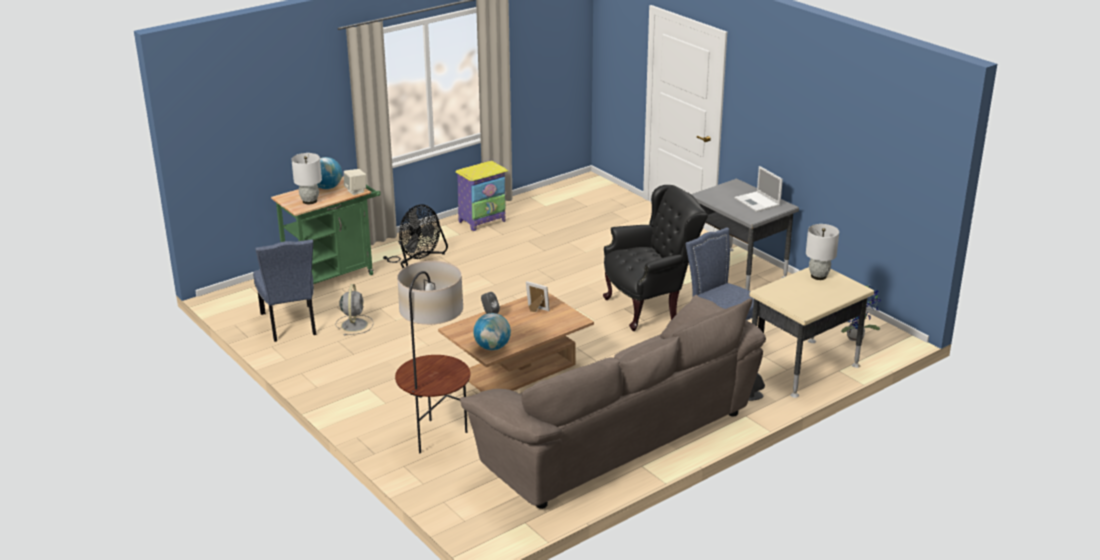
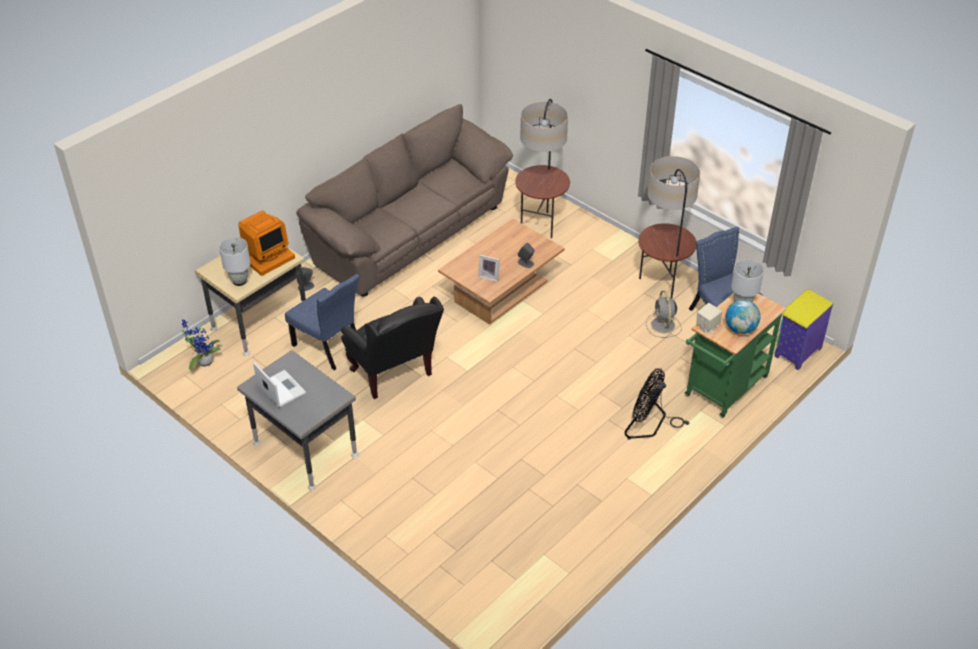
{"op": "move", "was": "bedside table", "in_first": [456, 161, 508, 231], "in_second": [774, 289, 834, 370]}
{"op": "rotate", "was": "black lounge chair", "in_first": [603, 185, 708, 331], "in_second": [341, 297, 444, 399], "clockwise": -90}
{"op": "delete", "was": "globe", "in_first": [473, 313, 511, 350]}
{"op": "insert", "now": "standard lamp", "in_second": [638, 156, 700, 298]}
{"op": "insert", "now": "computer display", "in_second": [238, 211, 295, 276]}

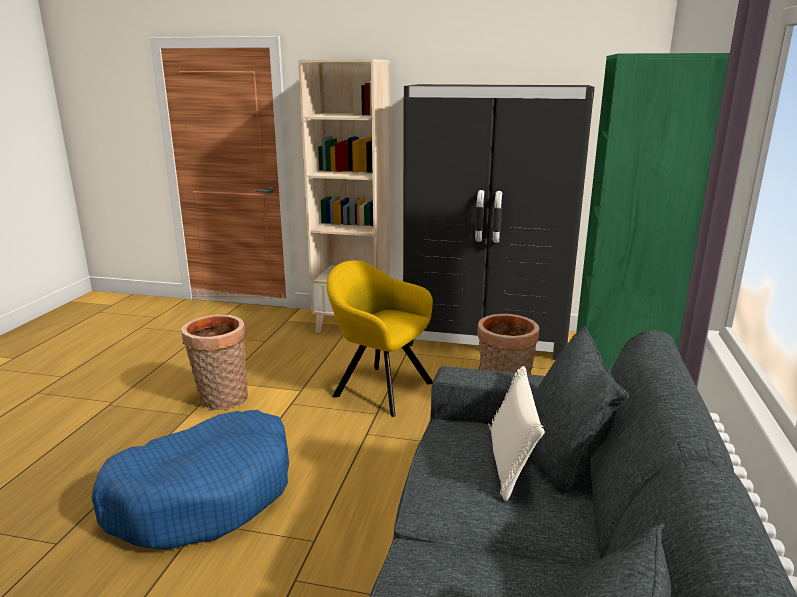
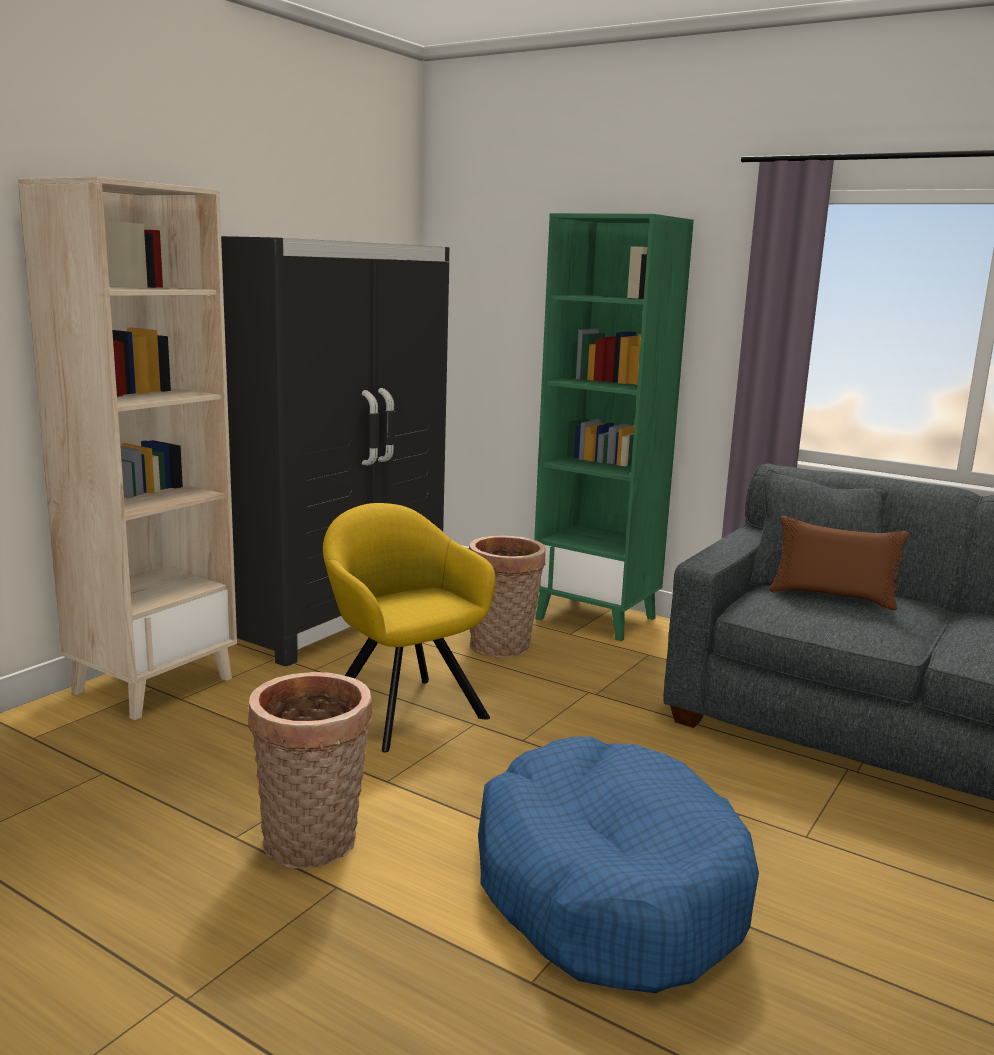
{"op": "rotate", "was": "yellow-coloured lounge chair", "in_first": [326, 261, 433, 417], "in_second": [323, 503, 496, 752], "clockwise": 90}
{"op": "recolor", "was": "white-coloured throw pillow", "now": "brown-coloured throw pillow", "in_first": [488, 366, 545, 501], "in_second": [769, 516, 909, 610]}

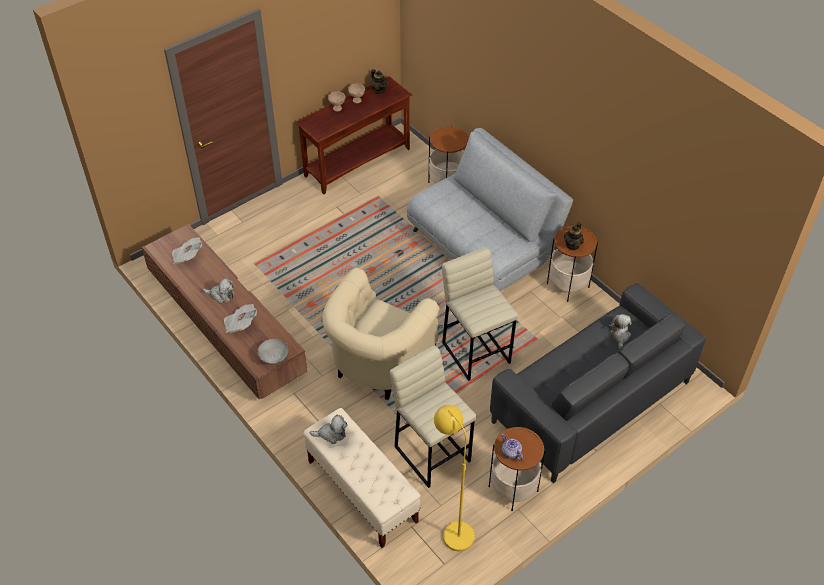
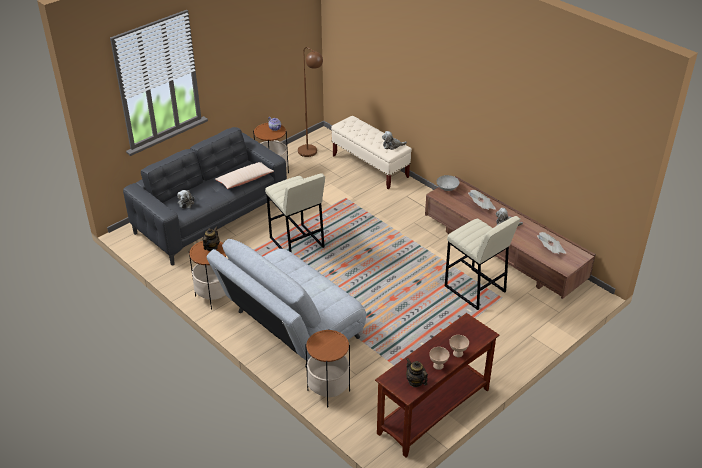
{"op": "delete", "was": "sand-coloured lounge chair", "in_first": [323, 268, 439, 400]}
{"op": "move", "was": "sand-coloured sitting stool", "in_first": [389, 345, 476, 488], "in_second": [445, 216, 521, 310]}
{"op": "recolor", "was": "yellow-coloured standard lamp", "now": "brown-coloured standard lamp", "in_first": [434, 405, 475, 552], "in_second": [298, 47, 323, 157]}
{"op": "insert", "now": "sand-coloured throw pillow", "in_second": [215, 162, 274, 189]}

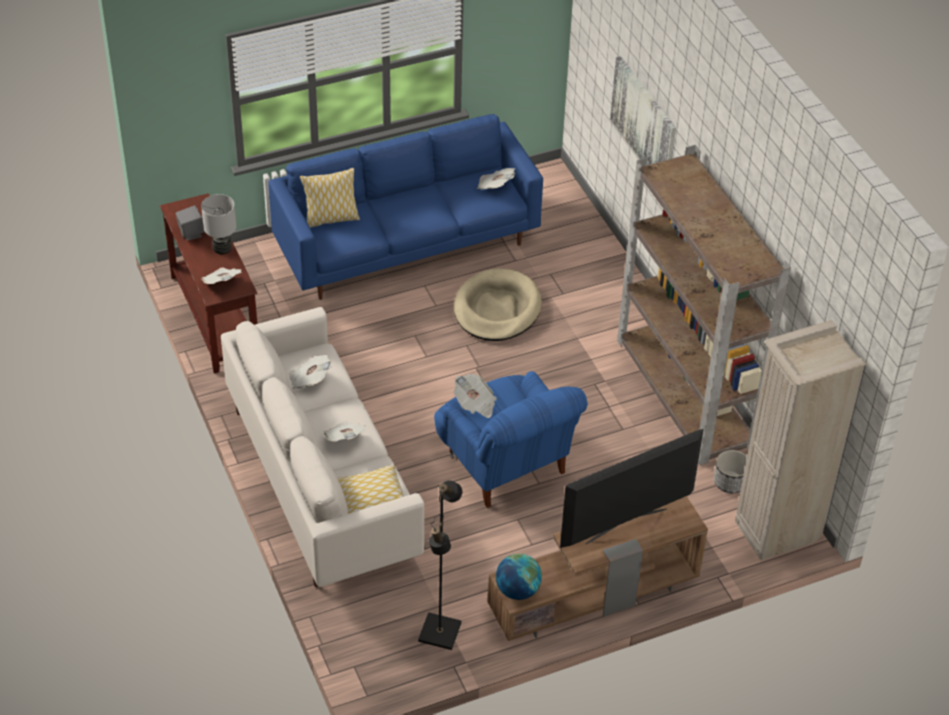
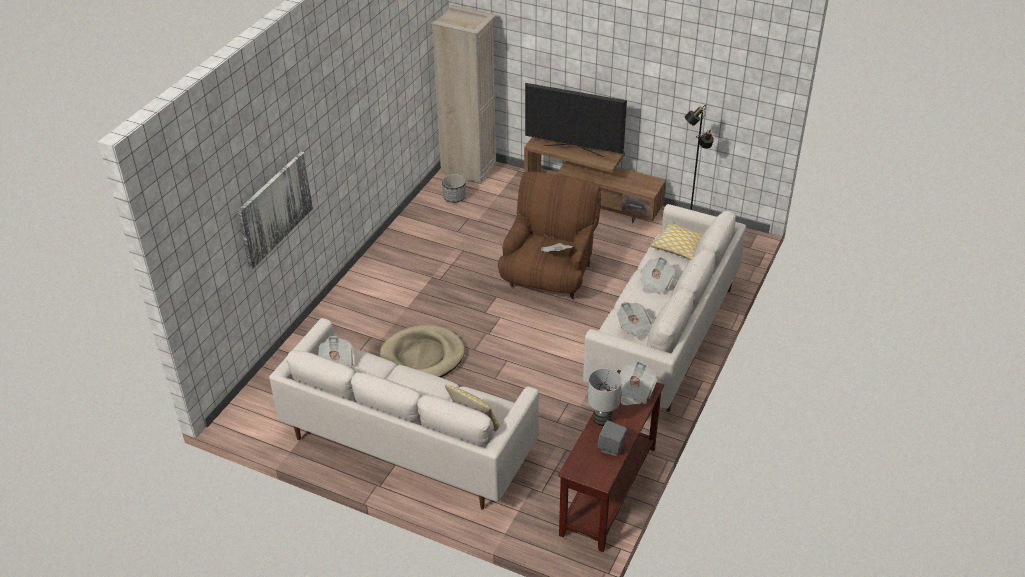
{"op": "recolor", "was": "blue-coloured settee", "now": "white-coloured settee", "in_first": [268, 114, 543, 300], "in_second": [269, 318, 539, 509]}
{"op": "delete", "was": "brown-coloured shelving unit", "in_first": [617, 145, 791, 465]}
{"op": "recolor", "was": "blue-coloured lounge chair", "now": "brown-coloured lounge chair", "in_first": [434, 371, 588, 508], "in_second": [498, 172, 601, 299]}
{"op": "delete", "was": "globe", "in_first": [496, 553, 542, 600]}

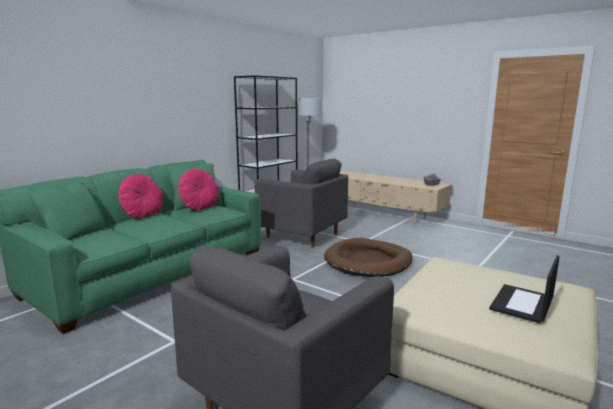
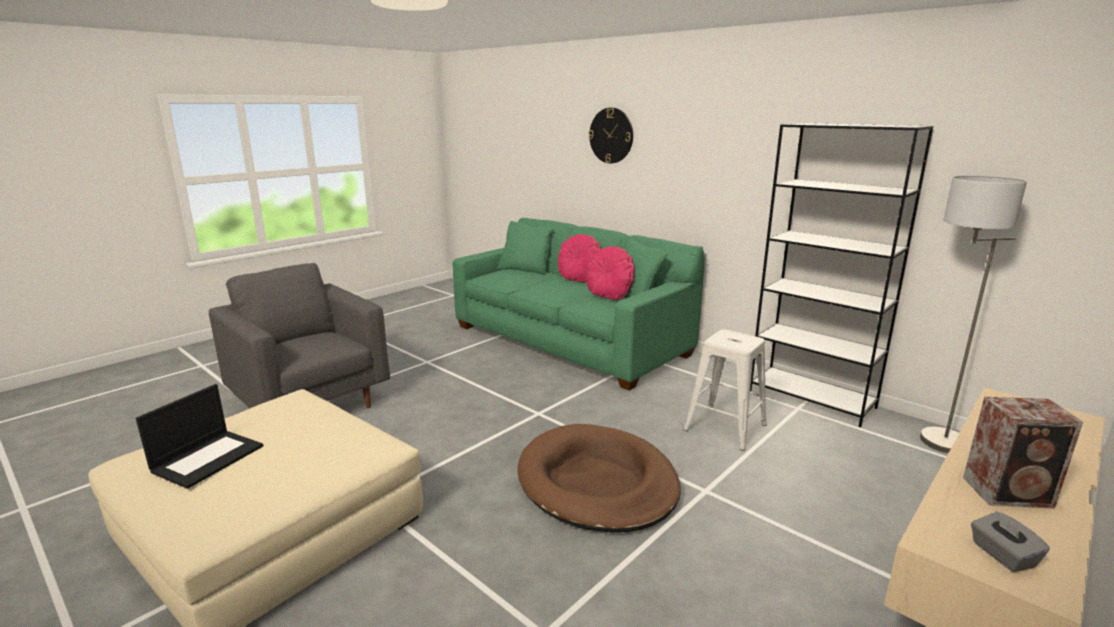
{"op": "replace", "was": "gray lounge chair", "now": "white-coloured sitting stool", "in_first": [255, 159, 348, 248], "in_second": [683, 329, 767, 451]}
{"op": "rotate", "was": "notebook computer", "in_first": [489, 255, 560, 323], "in_second": [136, 384, 263, 489], "clockwise": 75}
{"op": "insert", "now": "hanging clock", "in_second": [589, 108, 633, 163]}
{"op": "insert", "now": "loudspeaker", "in_second": [963, 397, 1083, 508]}

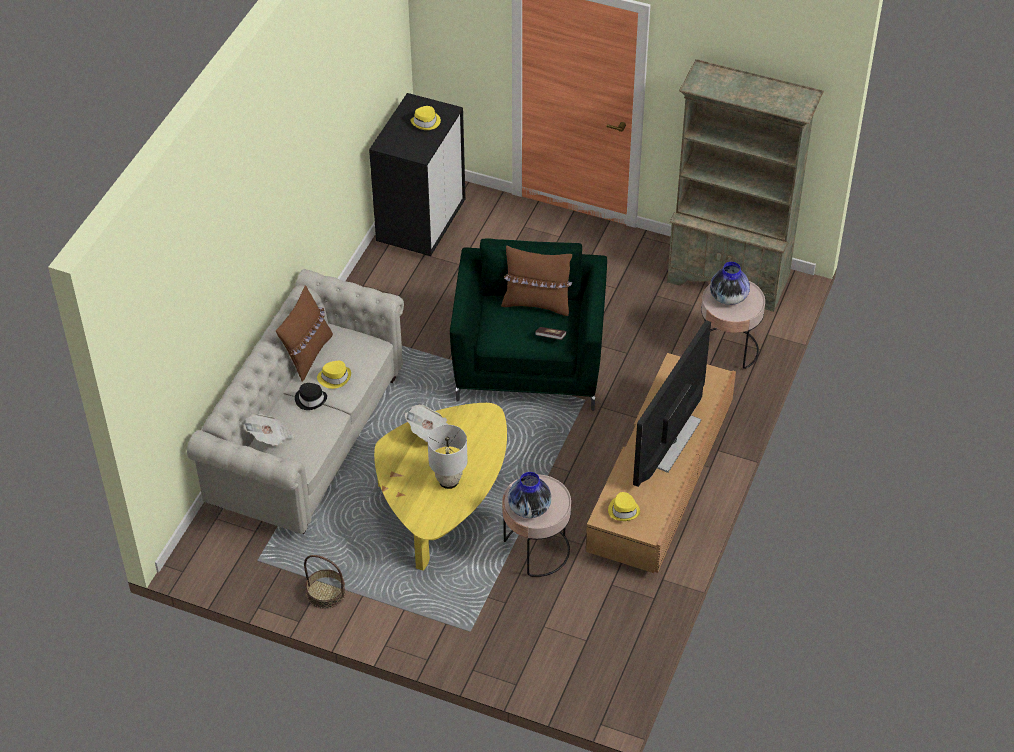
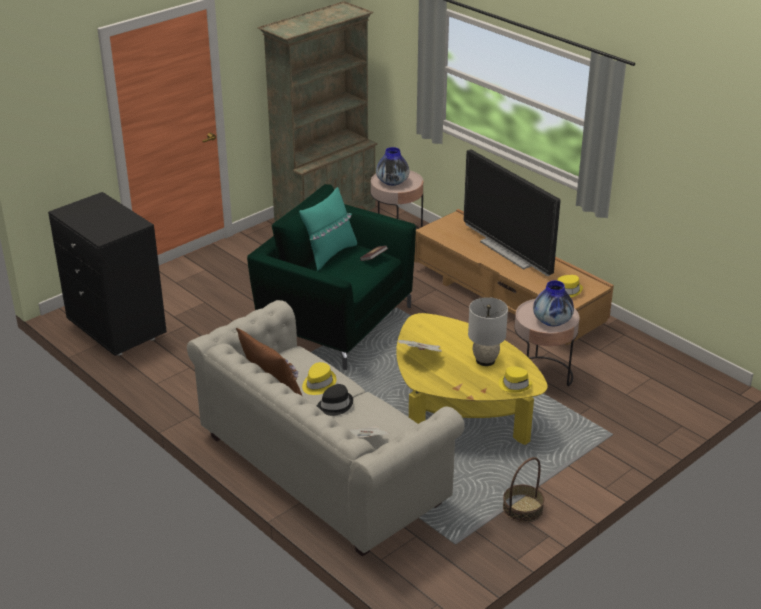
{"op": "move", "was": "yellow-coloured wearable hat", "in_first": [410, 106, 441, 130], "in_second": [499, 366, 532, 393]}
{"op": "recolor", "was": "brown-coloured throw pillow", "now": "turquoise throw pillow", "in_first": [501, 246, 572, 316], "in_second": [299, 187, 357, 271]}

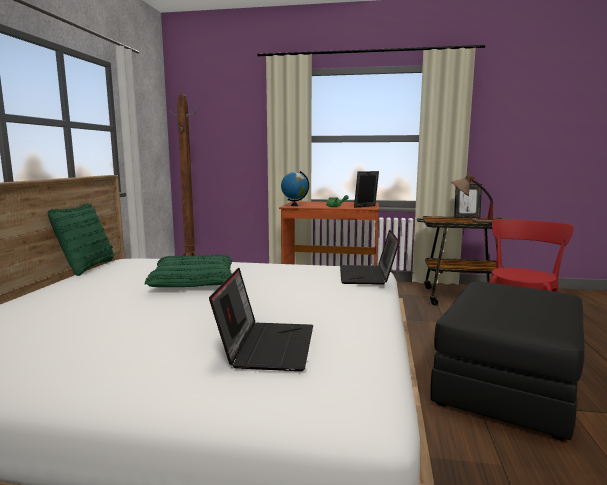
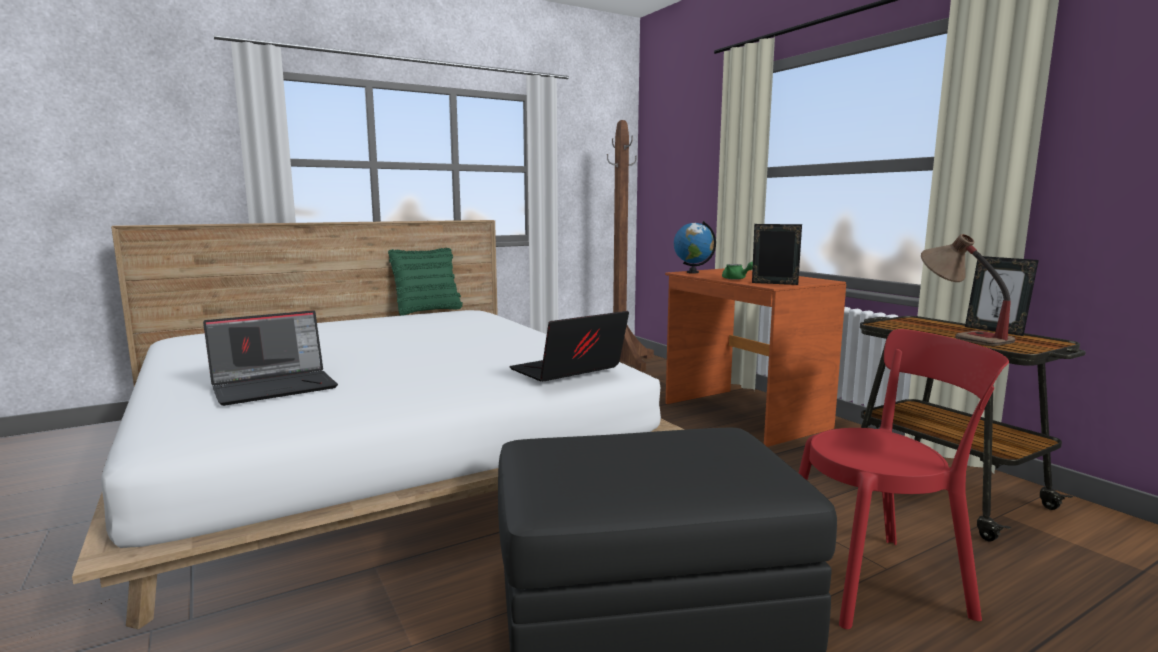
{"op": "delete", "was": "green-coloured throw pillow", "in_first": [144, 254, 232, 287]}

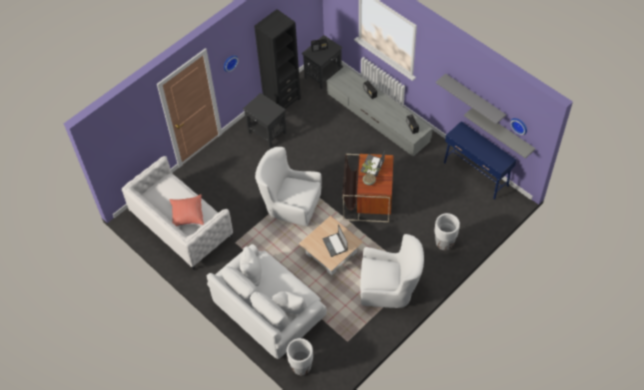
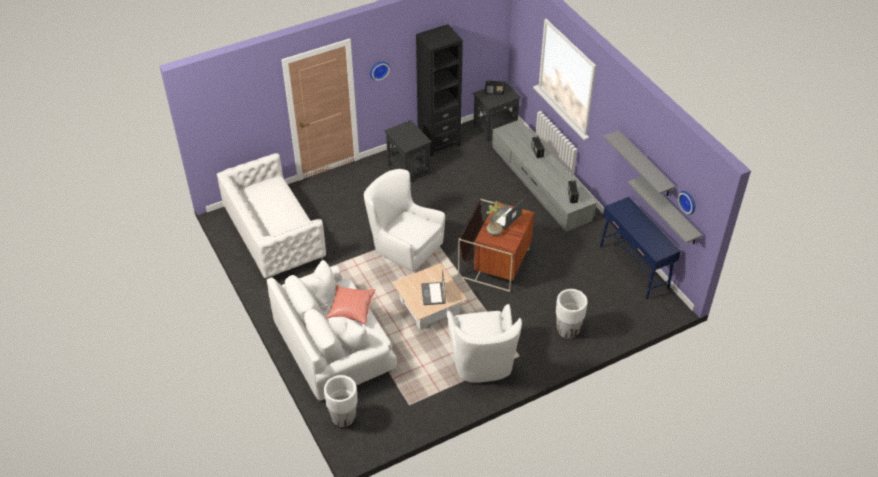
{"op": "move", "was": "red-coloured throw pillow", "in_first": [169, 194, 204, 226], "in_second": [326, 285, 376, 324]}
{"op": "rotate", "was": "white-coloured lounge chair", "in_first": [360, 234, 424, 308], "in_second": [447, 304, 522, 383], "clockwise": 60}

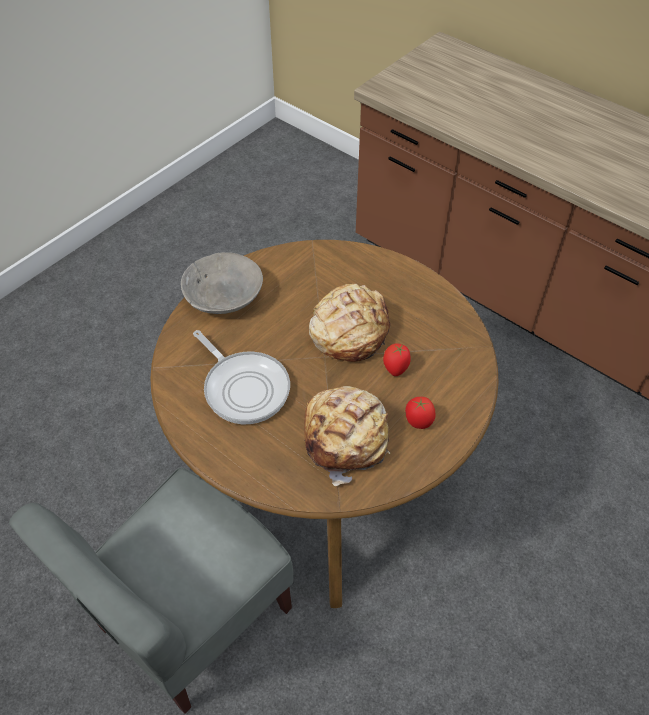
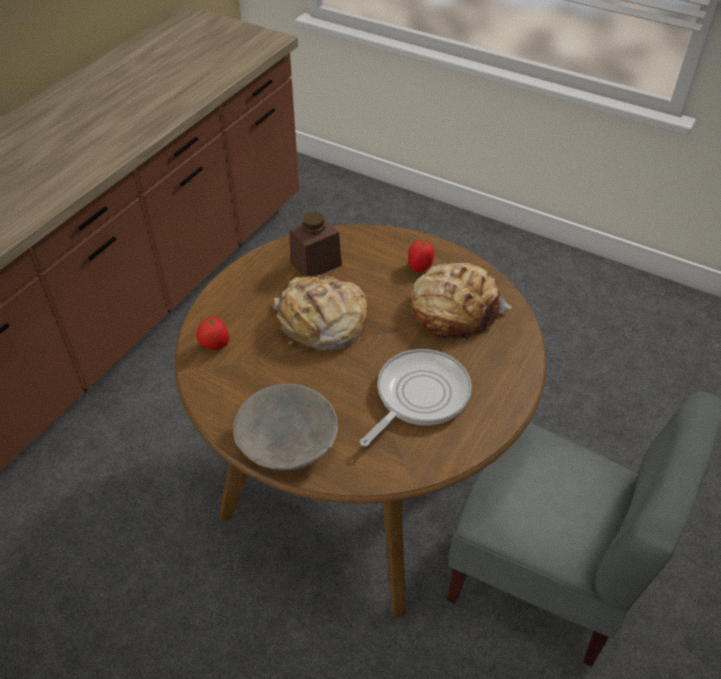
{"op": "move", "was": "tomato", "in_first": [383, 343, 411, 376], "in_second": [196, 317, 229, 350]}
{"op": "insert", "now": "brown-coloured storage jar", "in_second": [290, 212, 342, 277]}

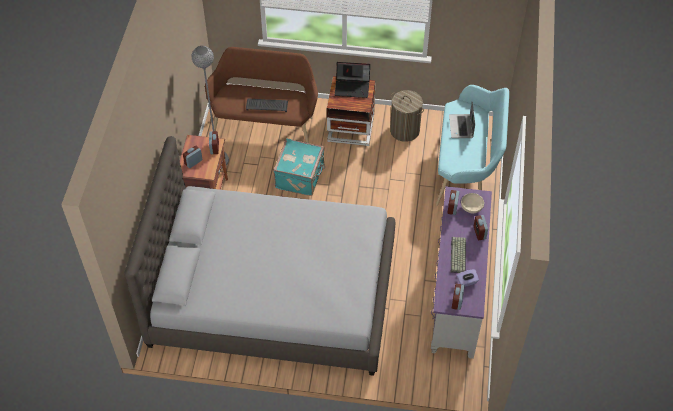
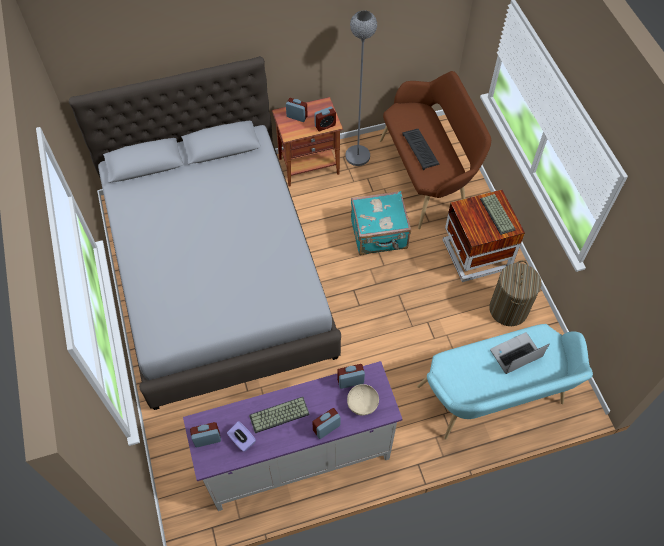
{"op": "replace", "was": "notebook computer", "now": "keyboard", "in_first": [335, 62, 370, 98], "in_second": [480, 194, 516, 235]}

